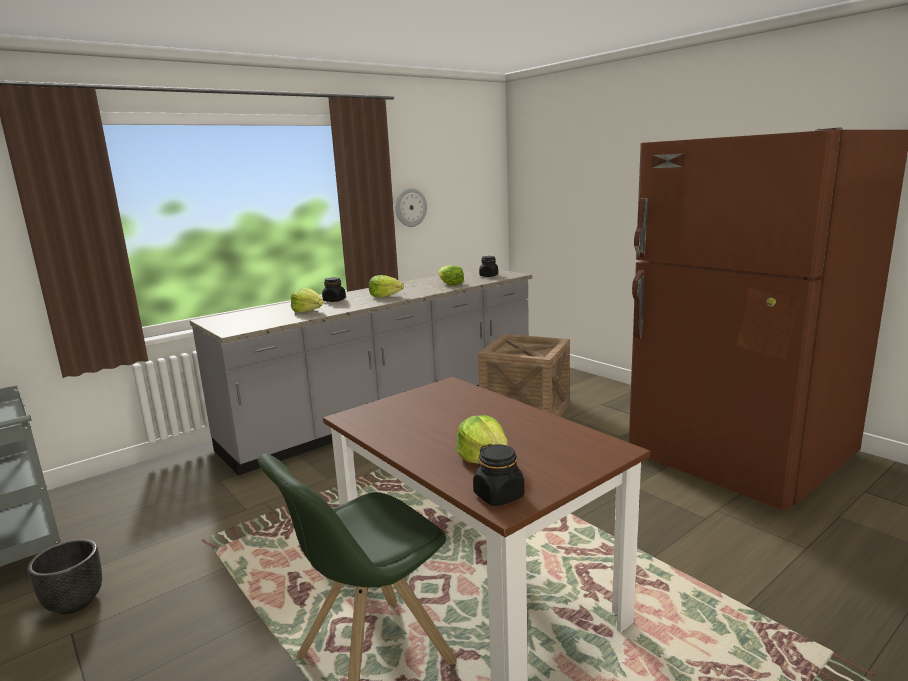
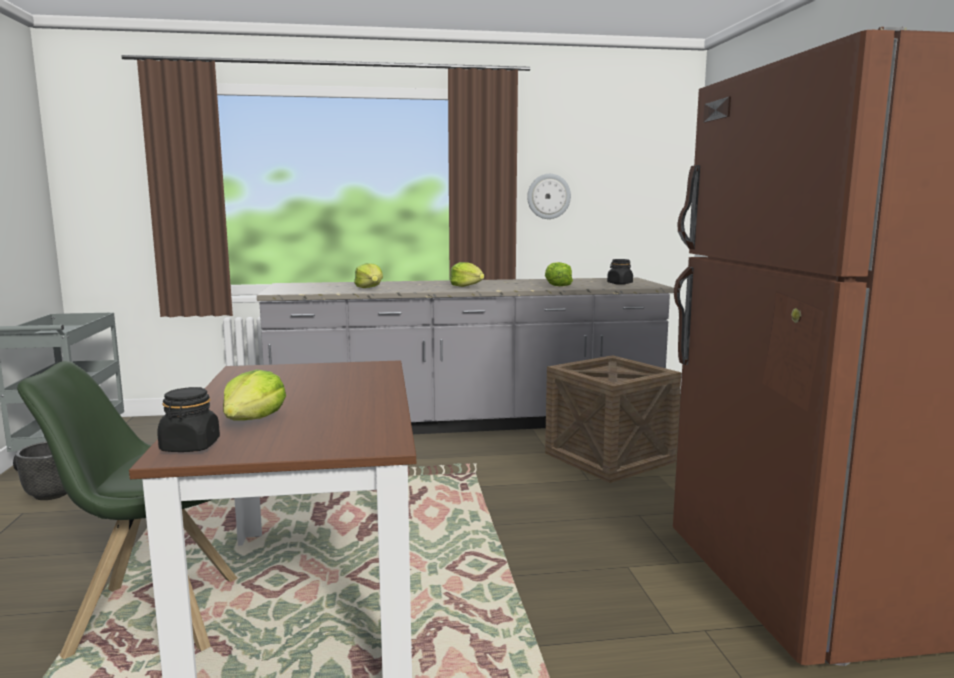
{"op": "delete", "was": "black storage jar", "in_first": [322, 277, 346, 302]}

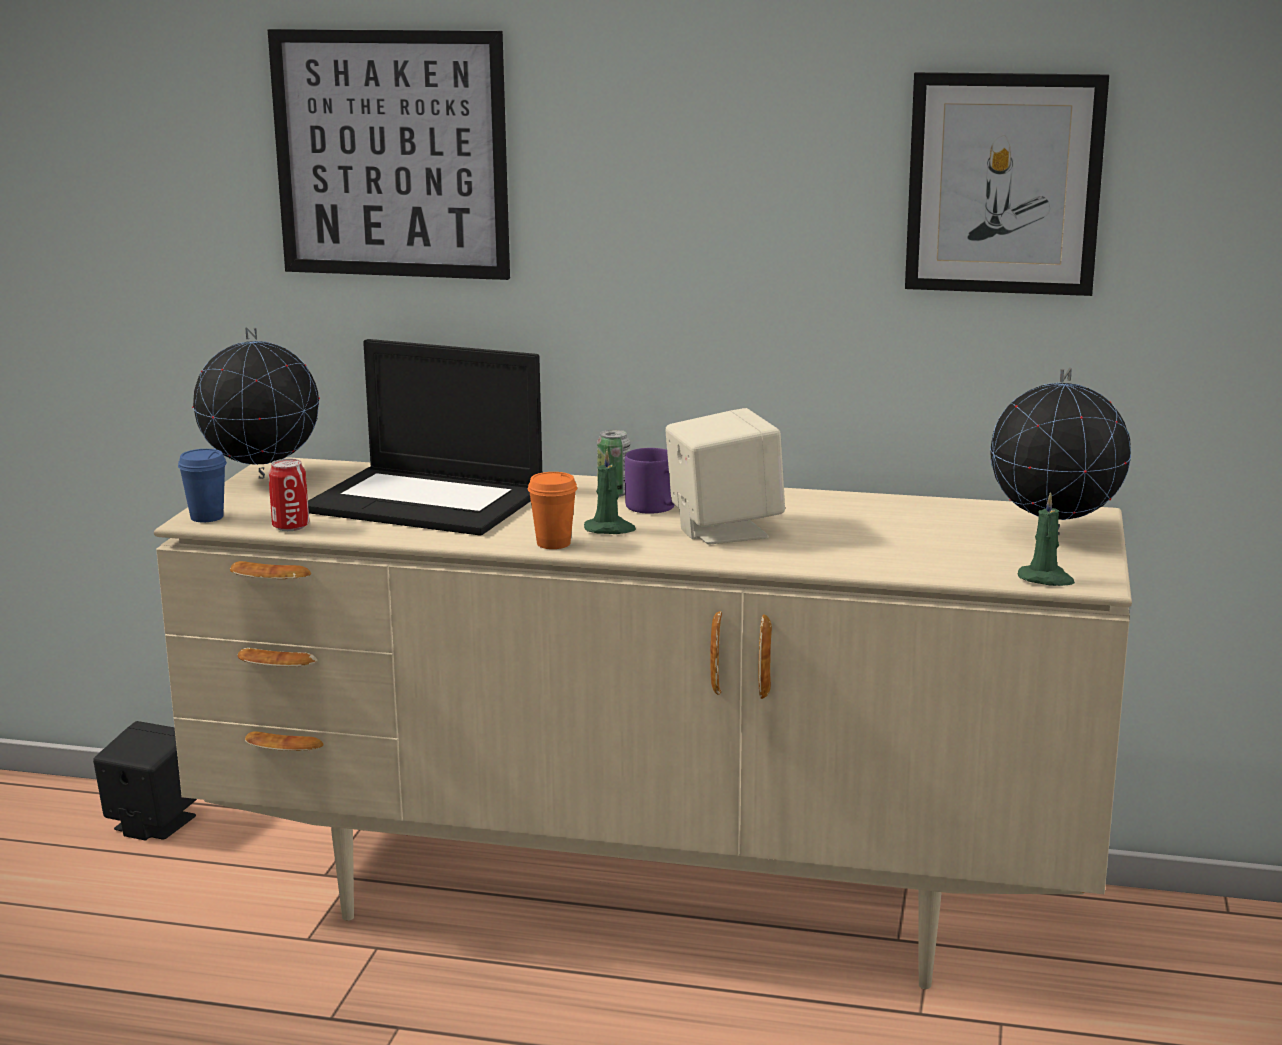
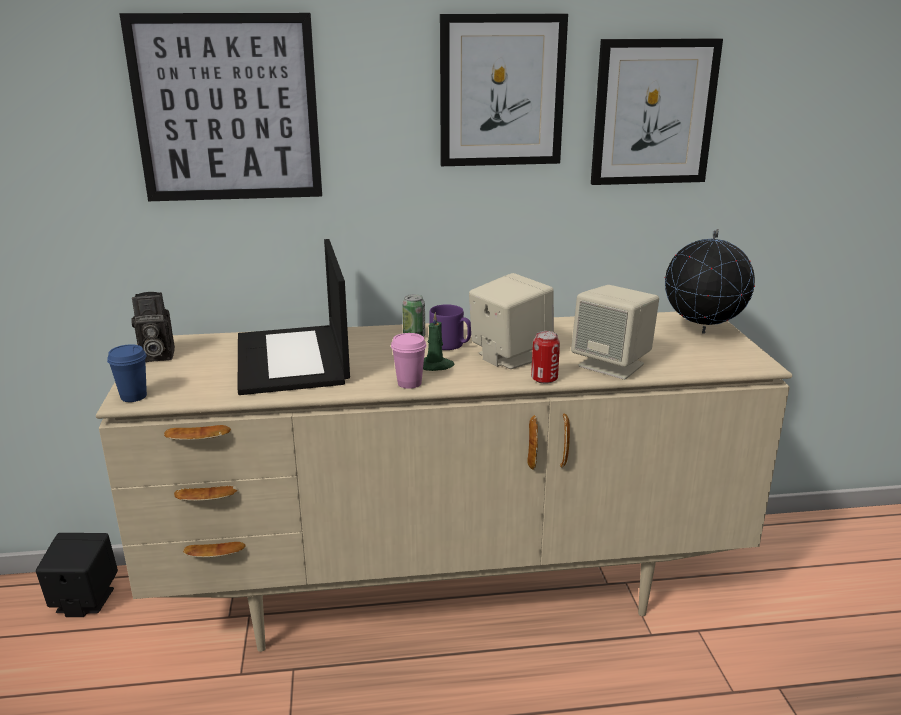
{"op": "replace", "was": "globe", "now": "still camera", "in_first": [192, 327, 320, 479], "in_second": [131, 292, 175, 362]}
{"op": "rotate", "was": "notebook computer", "in_first": [308, 339, 542, 536], "in_second": [237, 239, 350, 395], "clockwise": 75}
{"op": "move", "was": "sealed can", "in_first": [268, 459, 309, 531], "in_second": [531, 331, 560, 384]}
{"op": "recolor", "was": "orangey drinking cup", "now": "pink drinking cup", "in_first": [528, 472, 577, 549], "in_second": [391, 333, 427, 389]}
{"op": "delete", "was": "green-coloured wax candle", "in_first": [1018, 492, 1075, 586]}
{"op": "insert", "now": "wall picture", "in_second": [440, 14, 568, 166]}
{"op": "insert", "now": "sand-coloured loudspeaker", "in_second": [571, 285, 659, 380]}

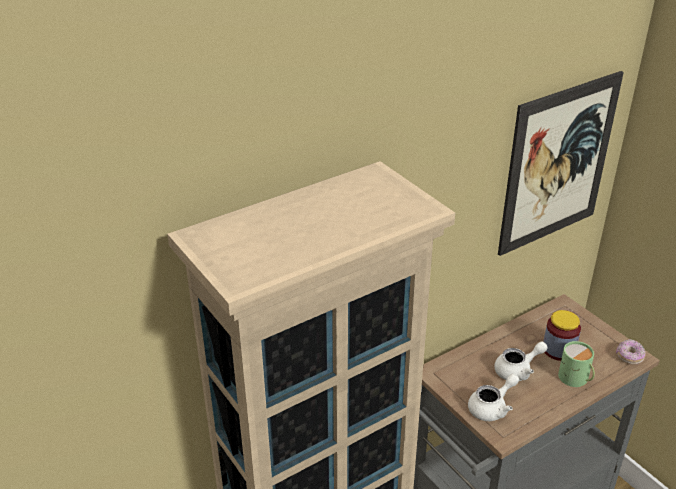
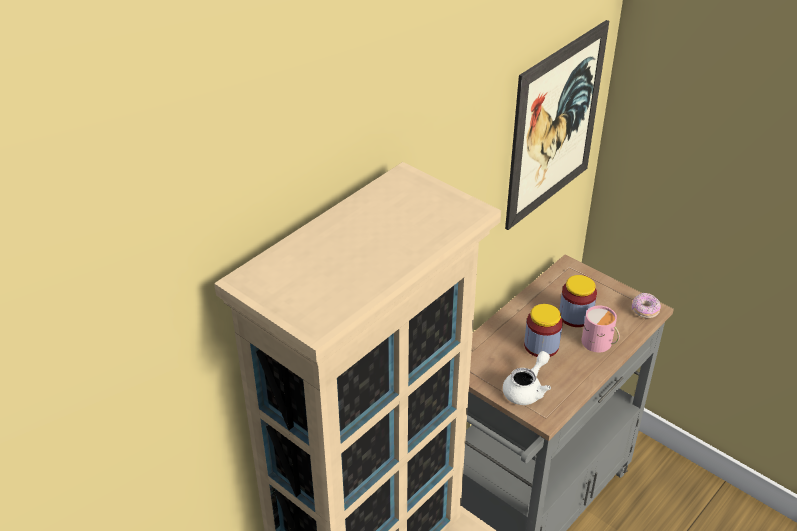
{"op": "replace", "was": "white-coloured teapot", "now": "storage jar", "in_first": [494, 341, 547, 381], "in_second": [524, 304, 563, 357]}
{"op": "recolor", "was": "green-coloured tea mug", "now": "pink tea mug", "in_first": [558, 341, 595, 387], "in_second": [582, 305, 620, 352]}

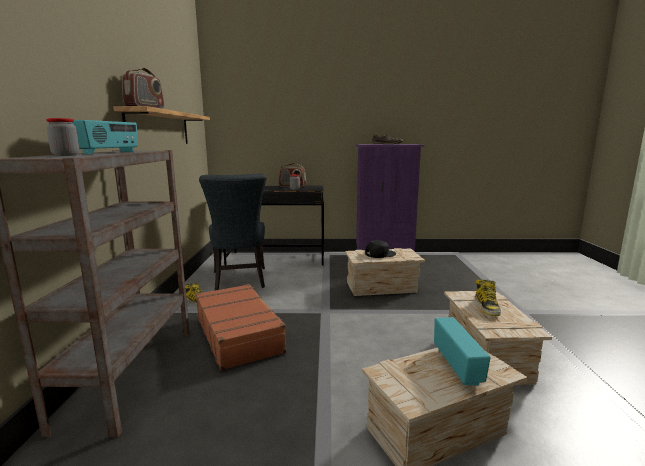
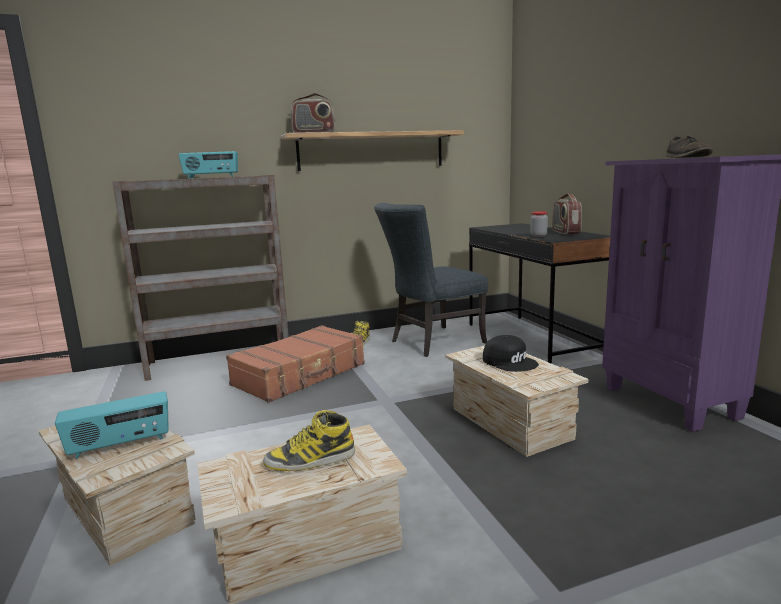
{"op": "delete", "was": "storage jar", "in_first": [46, 118, 79, 156]}

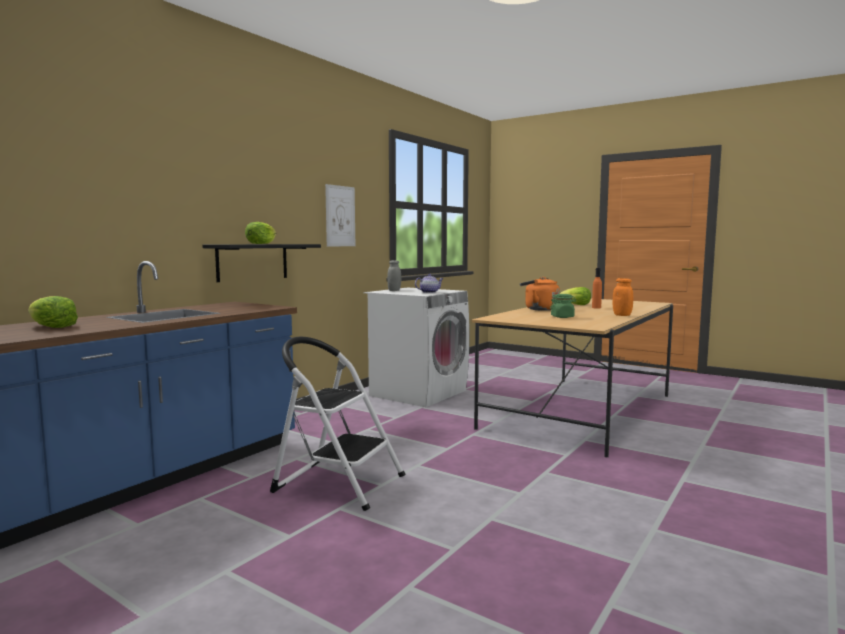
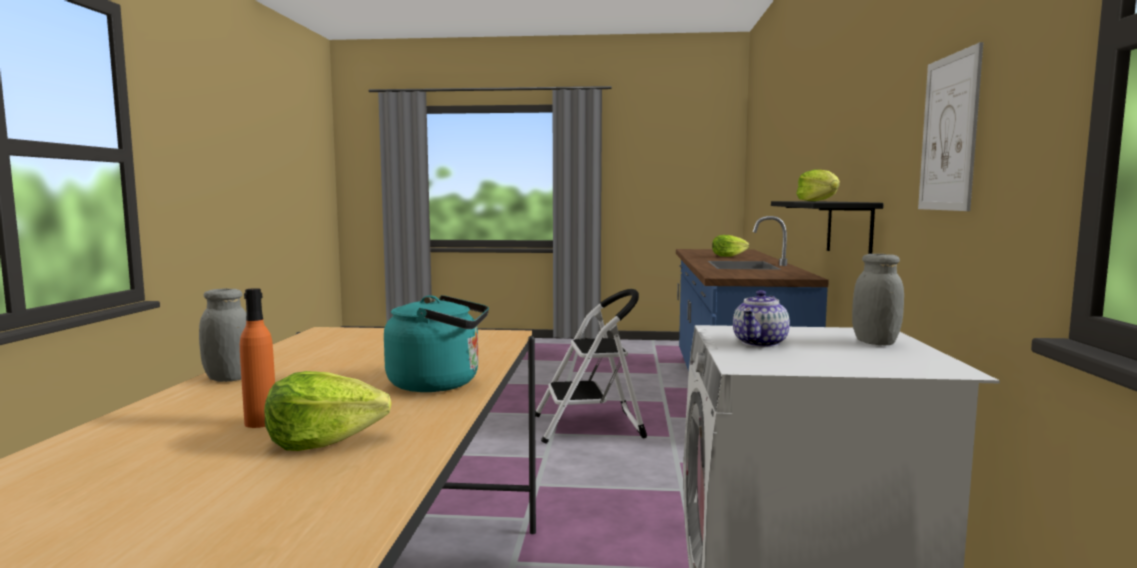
{"op": "recolor", "was": "orangey tea kettle", "now": "turquoise tea kettle", "in_first": [520, 277, 560, 311], "in_second": [384, 295, 489, 392]}
{"op": "recolor", "was": "orangey storage jar", "now": "gray storage jar", "in_first": [612, 278, 633, 316], "in_second": [199, 288, 246, 382]}
{"op": "delete", "was": "green-coloured storage jar", "in_first": [550, 294, 576, 318]}

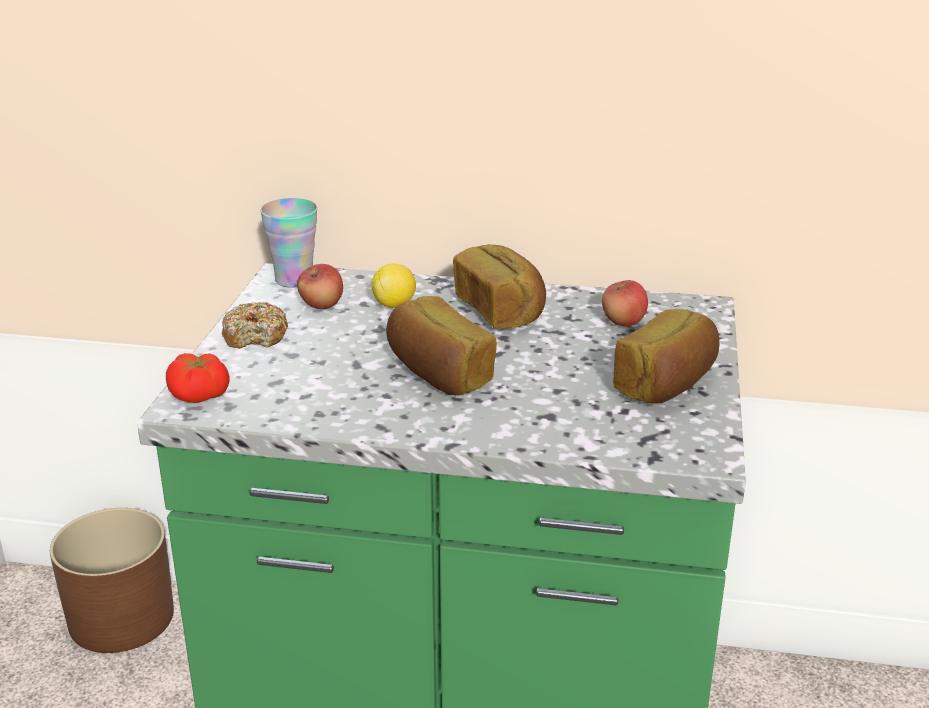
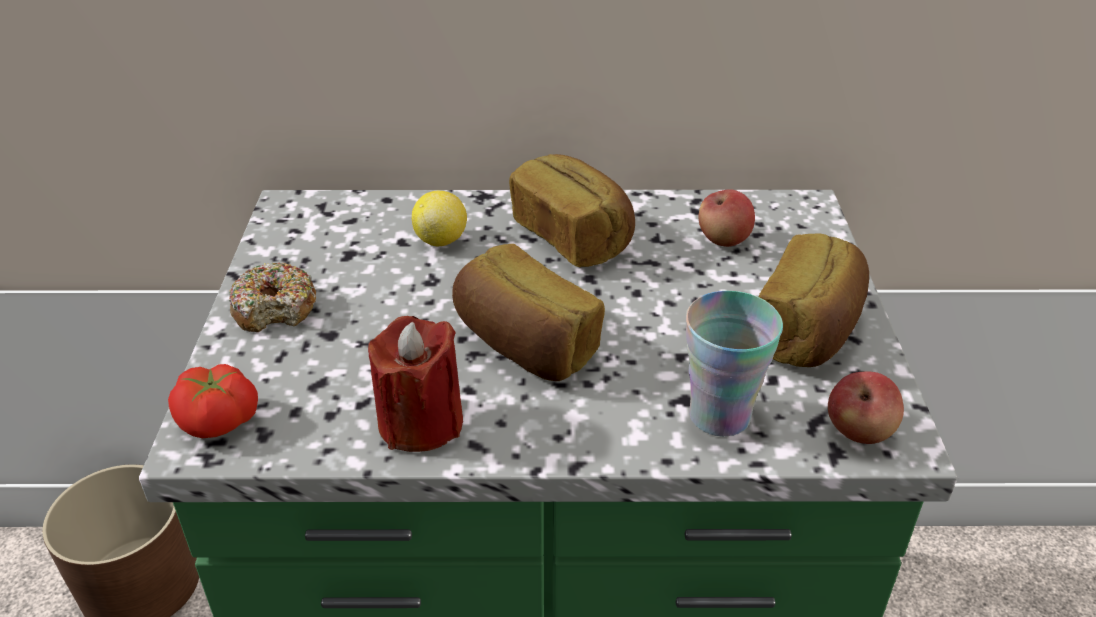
{"op": "move", "was": "drinking cup", "in_first": [260, 198, 317, 288], "in_second": [686, 291, 783, 437]}
{"op": "move", "was": "apple fruit", "in_first": [297, 264, 343, 309], "in_second": [828, 371, 904, 444]}
{"op": "insert", "now": "red-coloured wax candle", "in_second": [368, 316, 463, 452]}

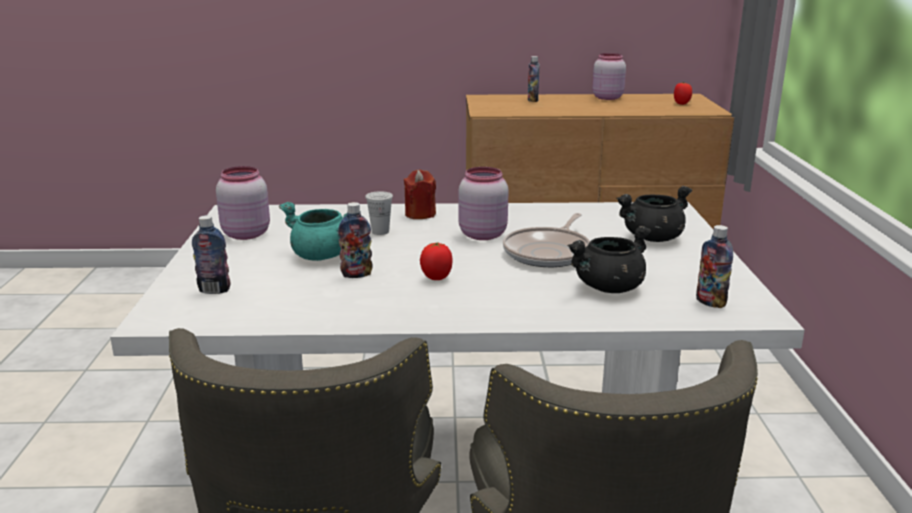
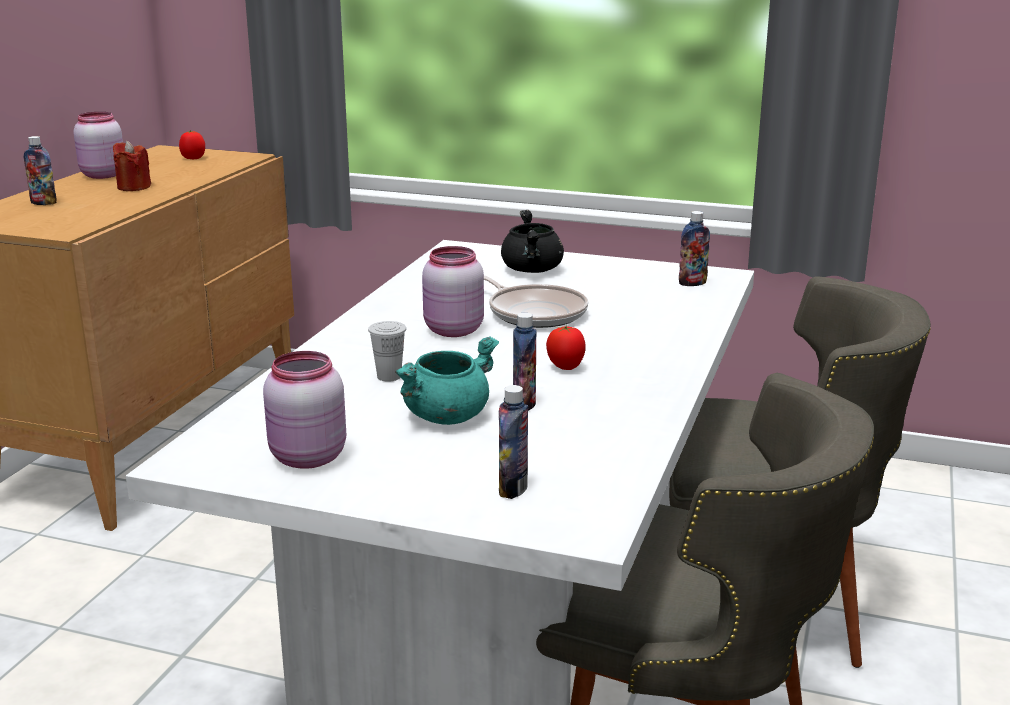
{"op": "move", "was": "red-coloured wax candle", "in_first": [404, 170, 436, 219], "in_second": [113, 141, 151, 191]}
{"op": "delete", "was": "black stockpot", "in_first": [568, 226, 651, 293]}

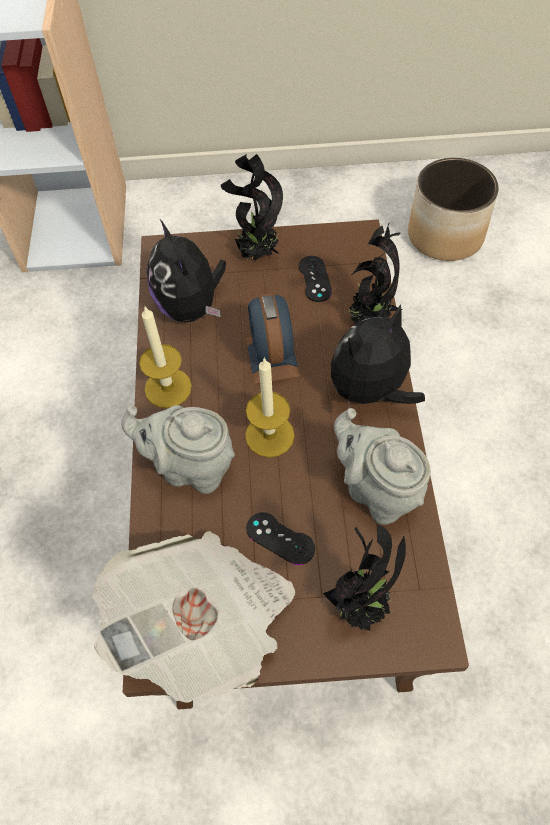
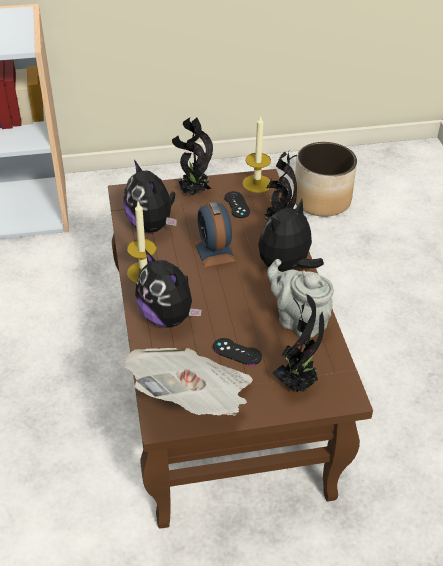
{"op": "move", "was": "wax candle", "in_first": [245, 357, 295, 457], "in_second": [242, 115, 271, 193]}
{"op": "replace", "was": "gray teapot", "now": "soft toy", "in_first": [121, 405, 235, 494], "in_second": [135, 250, 202, 328]}

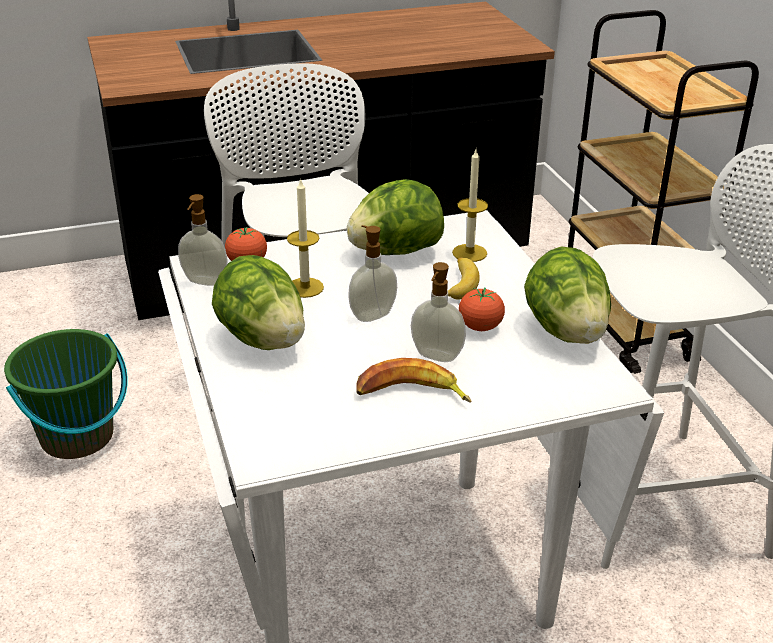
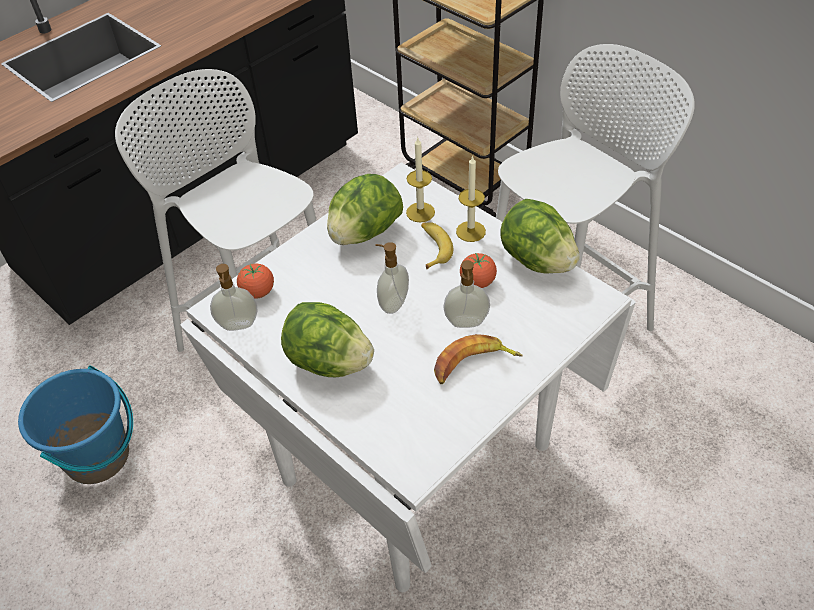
{"op": "move", "was": "wax candle", "in_first": [287, 178, 324, 298], "in_second": [456, 155, 486, 242]}
{"op": "recolor", "was": "green-coloured bucket", "now": "blue-coloured bucket", "in_first": [4, 329, 128, 459], "in_second": [18, 365, 133, 484]}

